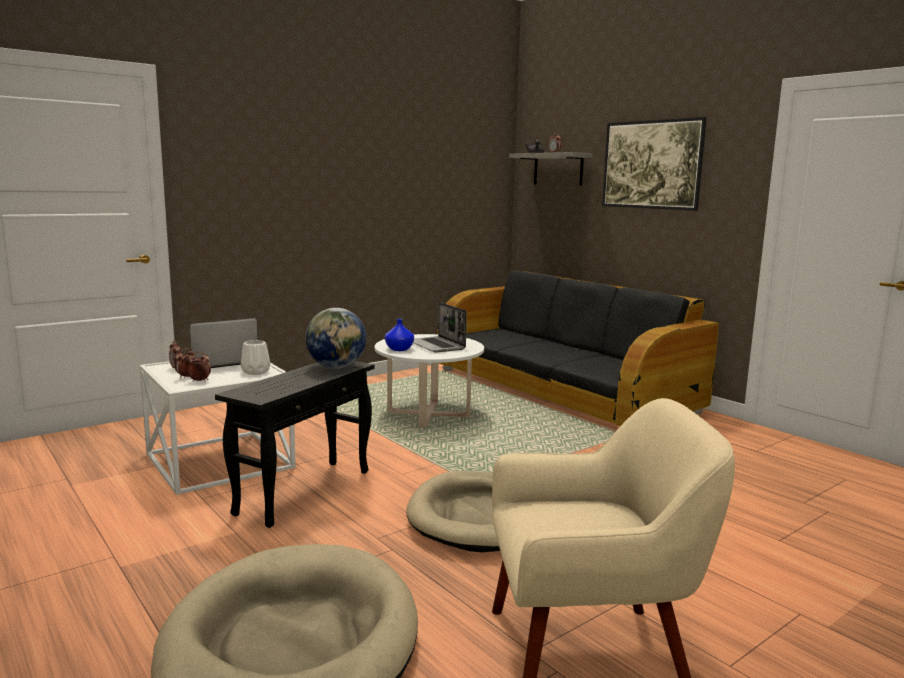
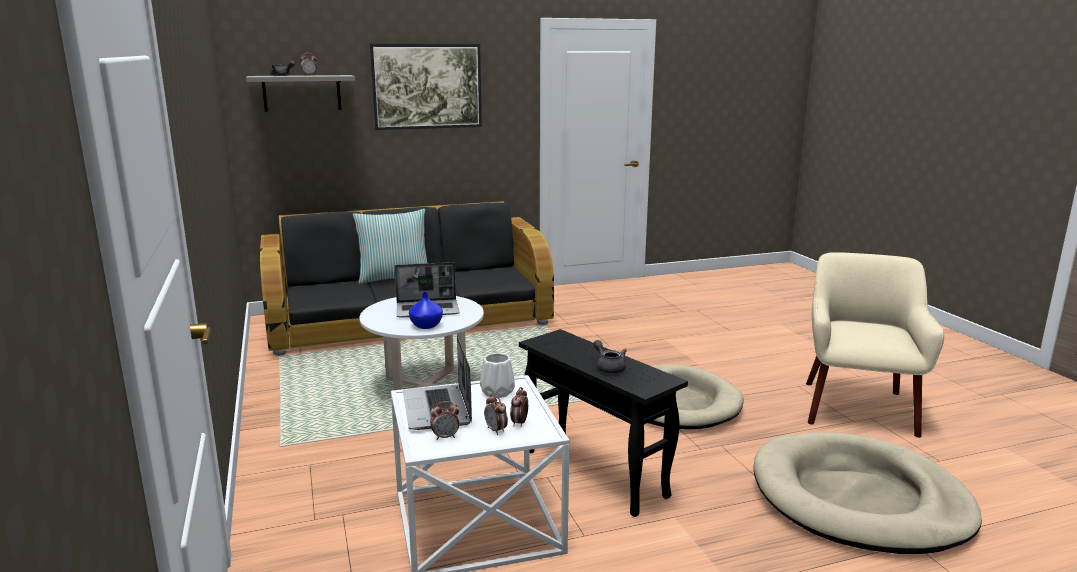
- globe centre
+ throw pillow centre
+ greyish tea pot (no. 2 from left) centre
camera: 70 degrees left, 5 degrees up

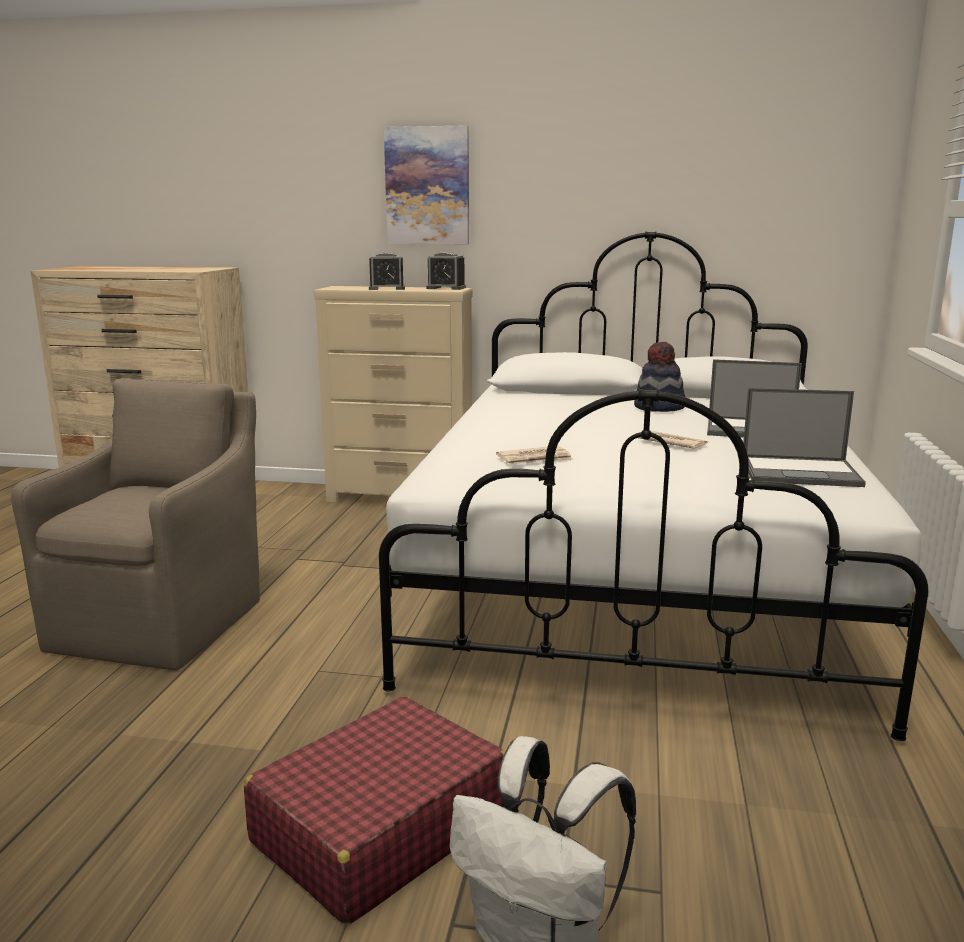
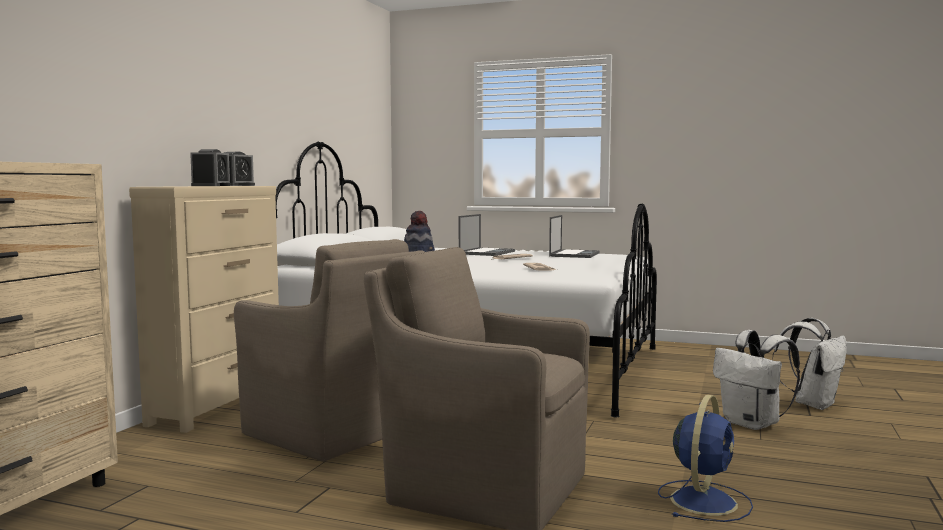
- wall picture top centre
+ brown armchair (no. 1 from left) centre
+ blue cooling fan bottom right
~ red suitcase bottom centre to white backpack (no. 1 from left) bottom right
camera: 80 degrees left, 10 degrees down

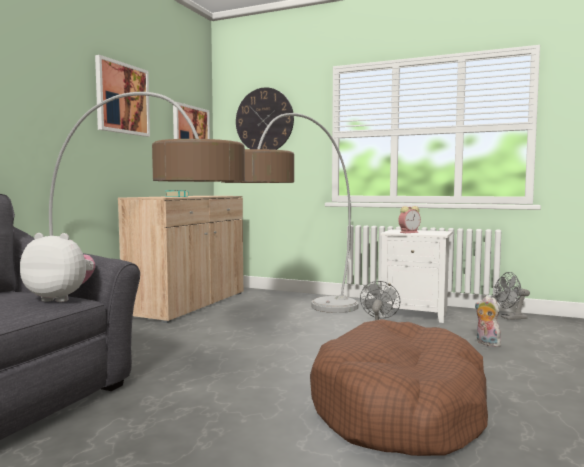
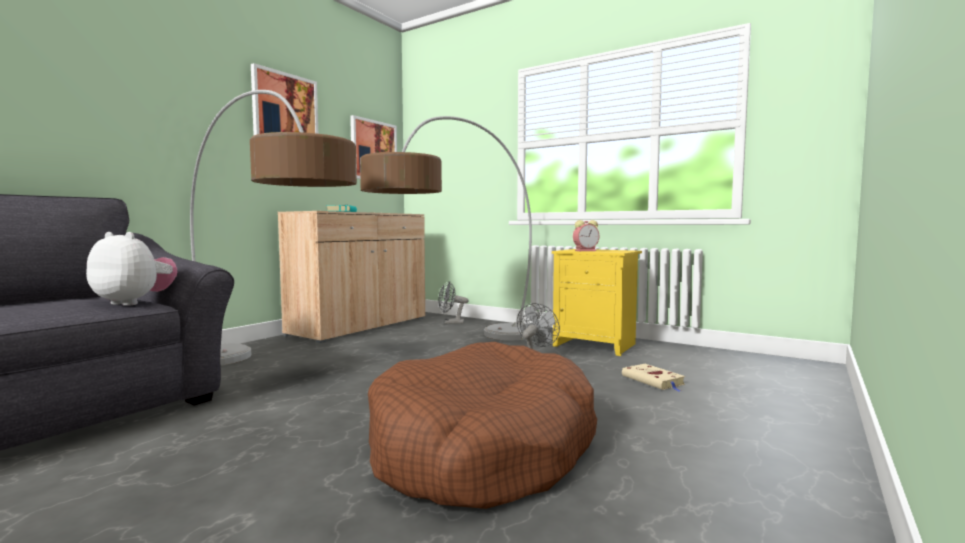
- wall clock top centre
~ greyish cooling fan (no. 2 from left in the first image) middle right to greyish cooling fan (no. 1 from left) centre
~ cuddly toy (no. 2 from left) bottom right to beige volume bottom right
~ white nightstand middle right to yellow-coloured nightstand centre
camera: 10 degrees right, 0 degrees up

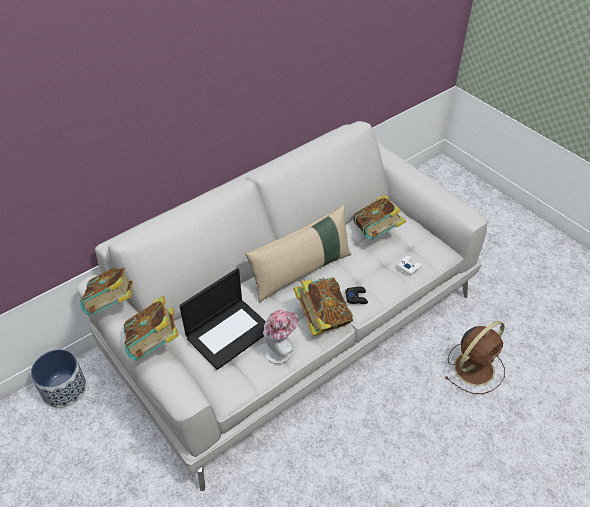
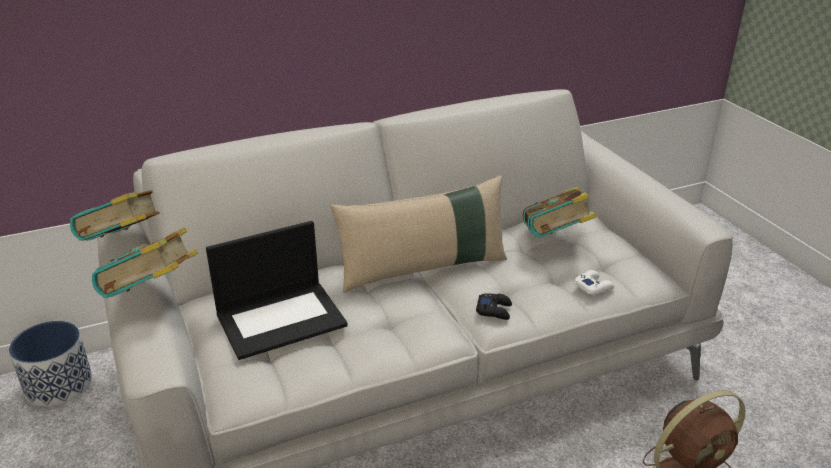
- clothing hat centre
- volume (no. 3 from left) centre
camera: 15 degrees right, 15 degrees down

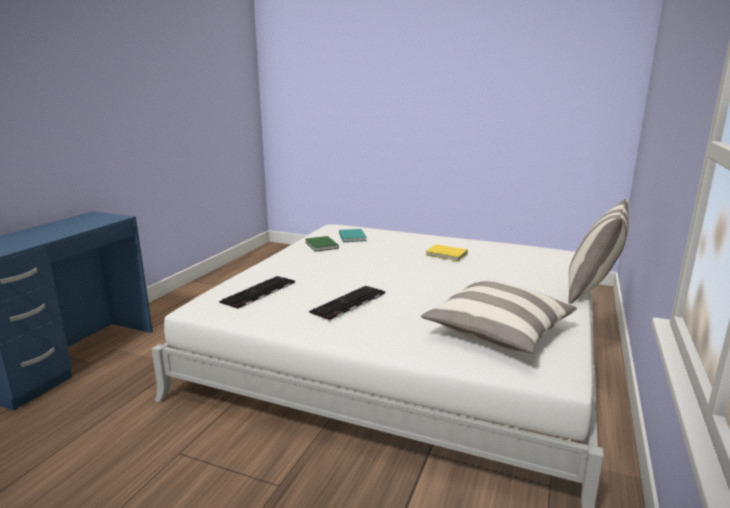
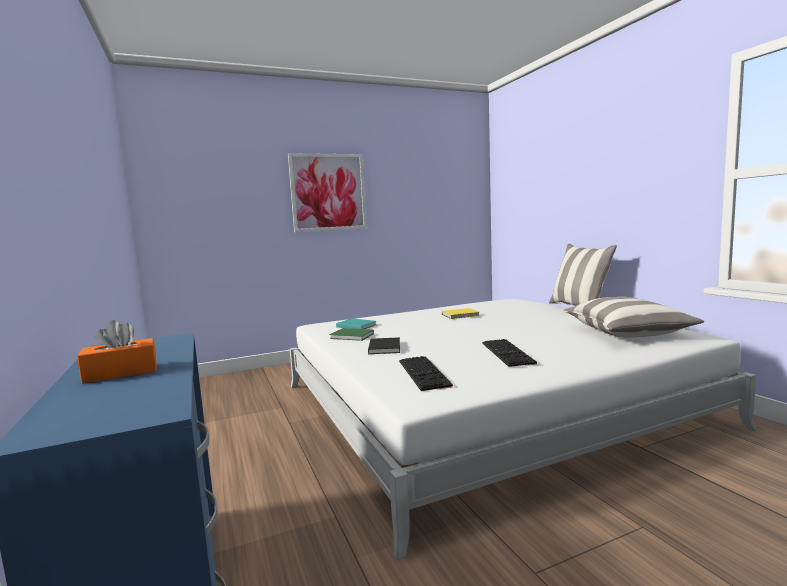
+ orange tissue box middle left
+ wall picture top centre
+ blackish volume centre
camera: 45 degrees left, 10 degrees down

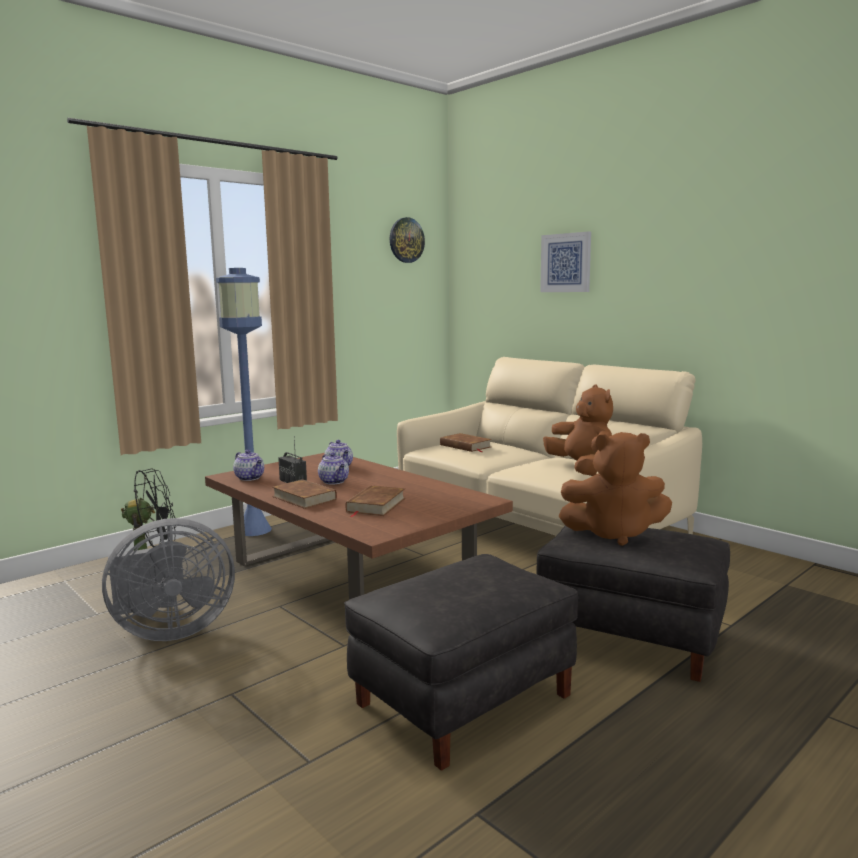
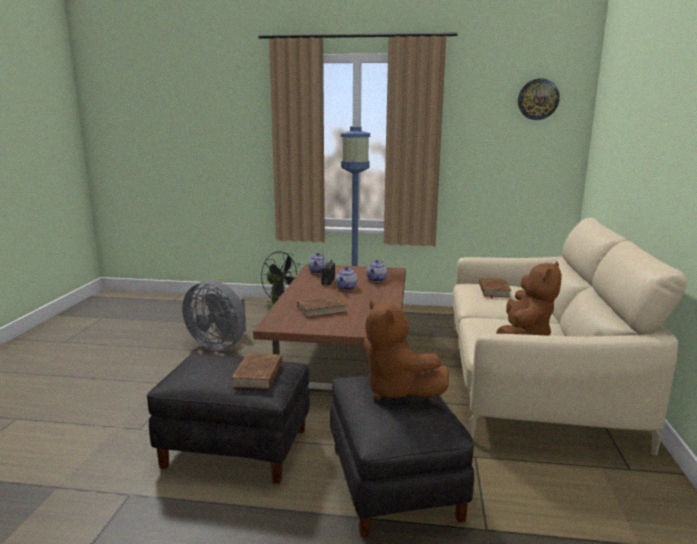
- wall picture top centre
~ brown volume (no. 1 from left) centre to bottom centre
camera: 50 degrees right, 5 degrees up

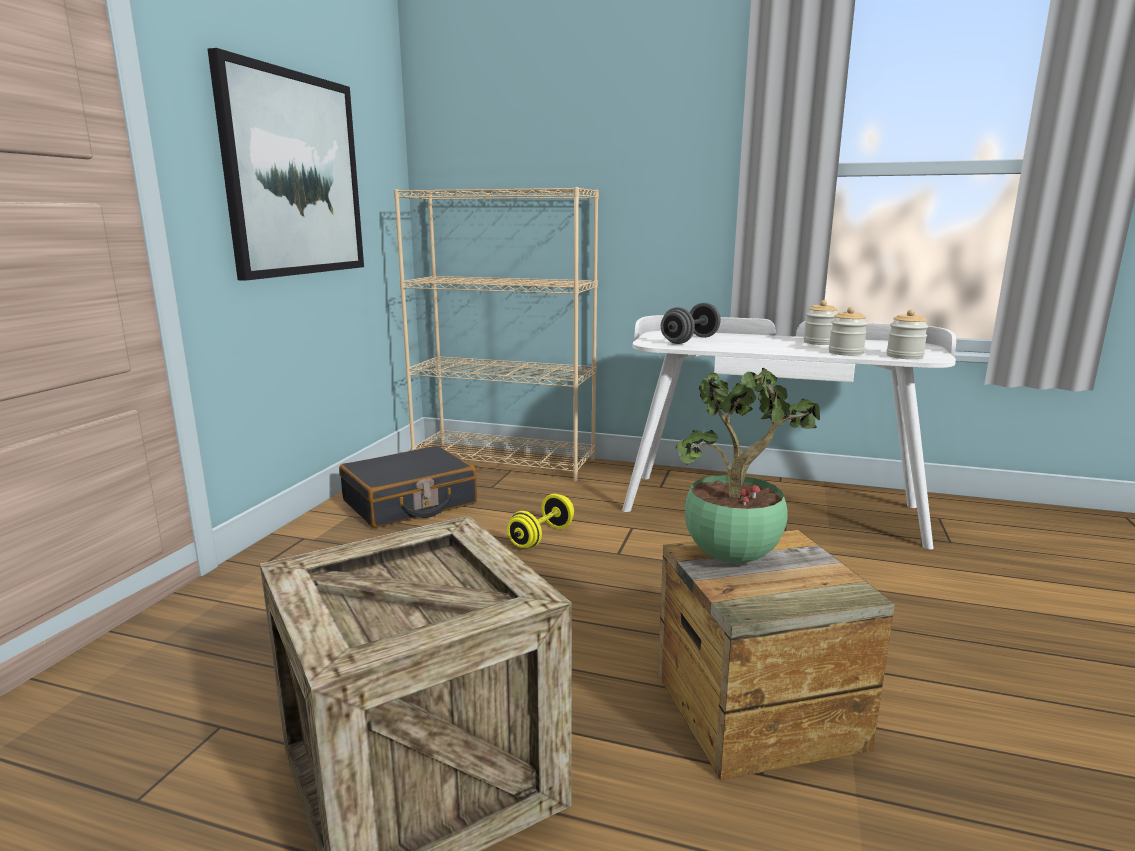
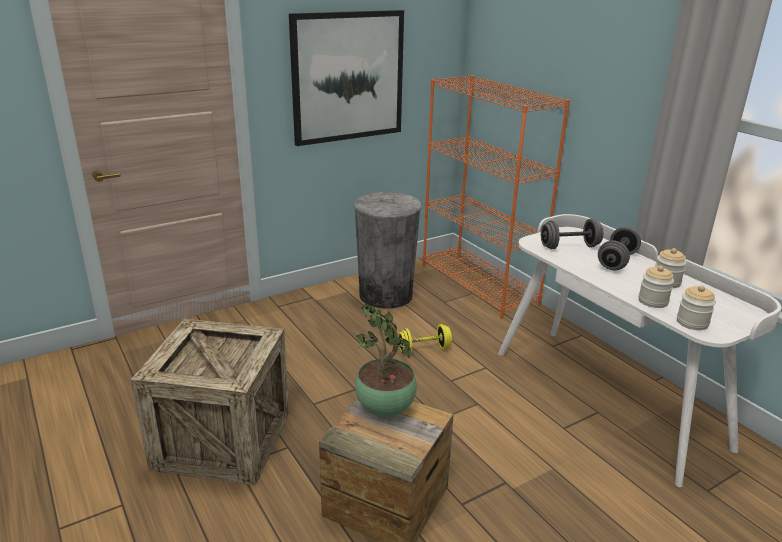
+ greyish hand weight (no. 2 from left) middle right
~ blackish suitcase centre to greyish rubbish bin centre
~ beige bookcase centre to orange bookcase centre
camera: 40 degrees right, 10 degrees up

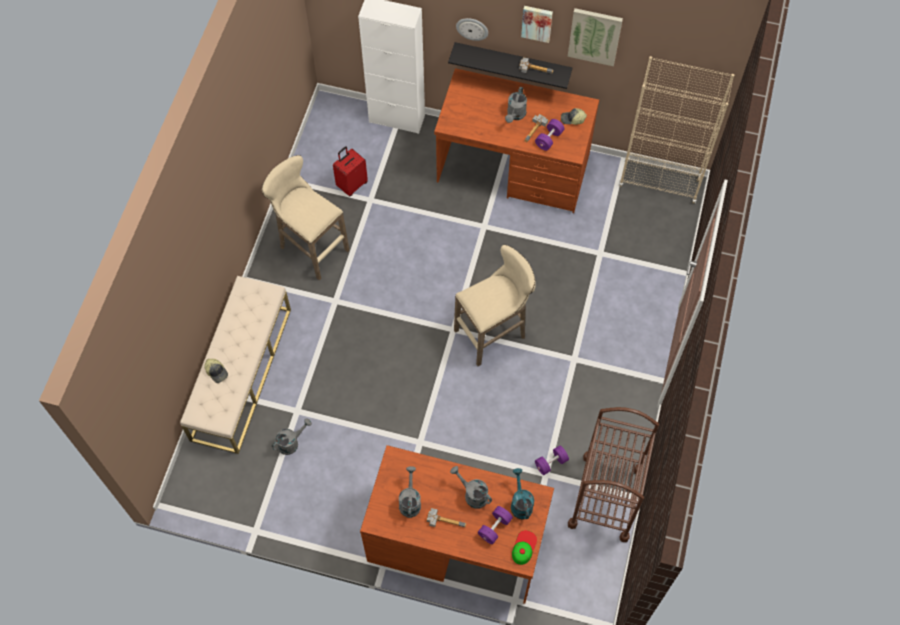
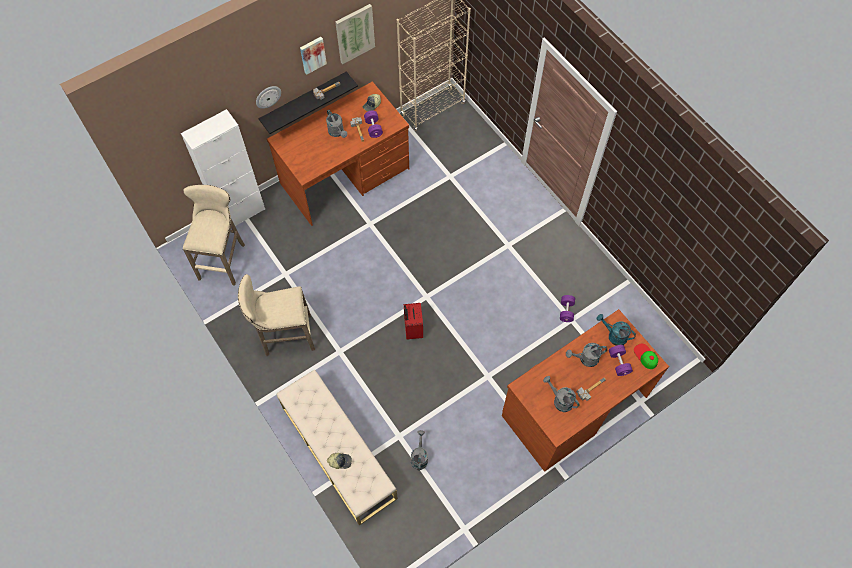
- brown trolley bottom right
~ red suitcase top centre to centre
~ beige sitting stool (no. 2 from left in the first image) centre to beige sitting stool (no. 1 from left) middle left
camera: 50 degrees left, 0 degrees up

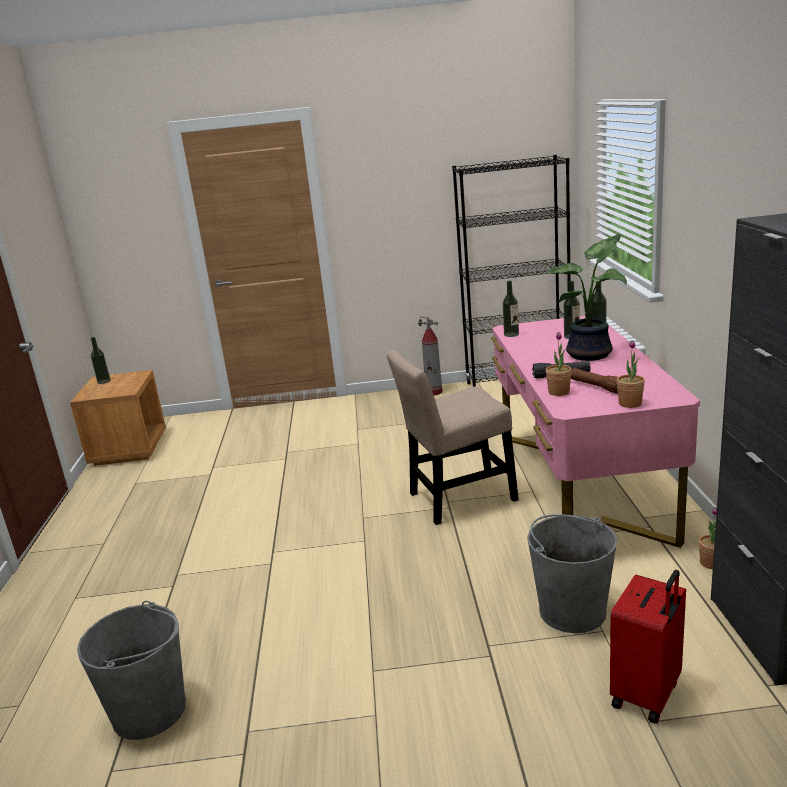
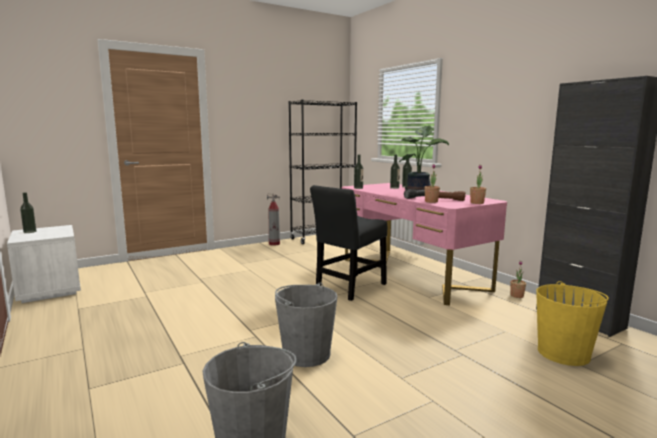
~ greyish water bucket (no. 2 from left) bottom right to bottom centre
~ red suitcase bottom right to yellow-coloured water bucket bottom right
~ brown nightstand middle left to white nightstand middle left
~ beige plain chair centre to blackish plain chair centre
camera: 30 degrees left, 10 degrees down

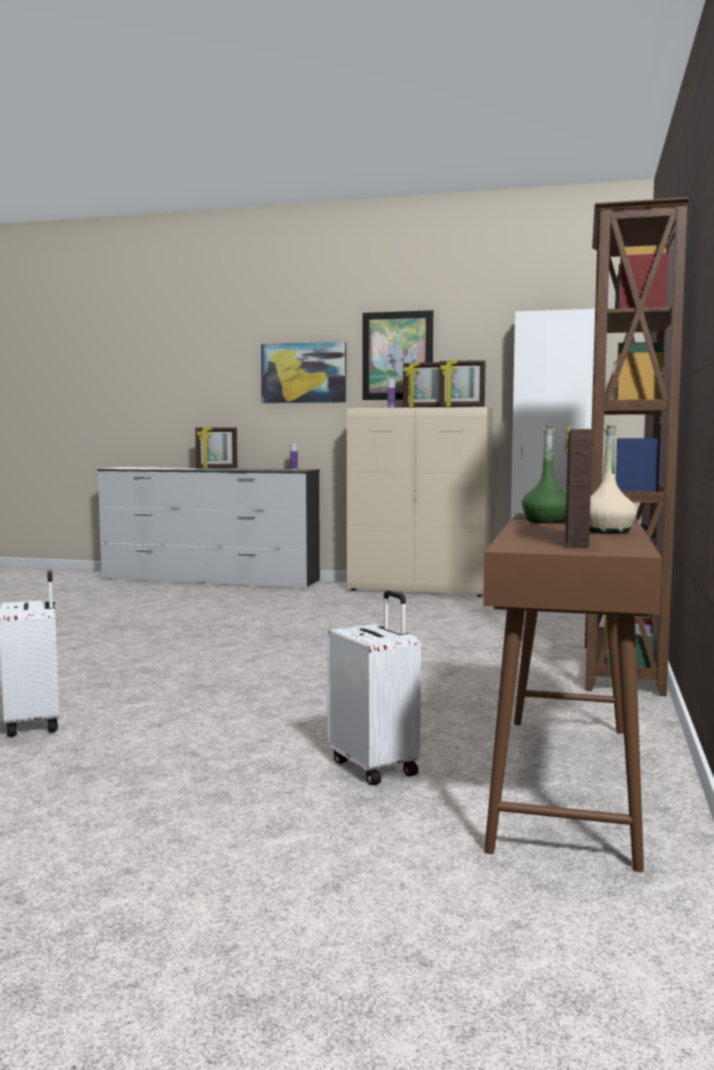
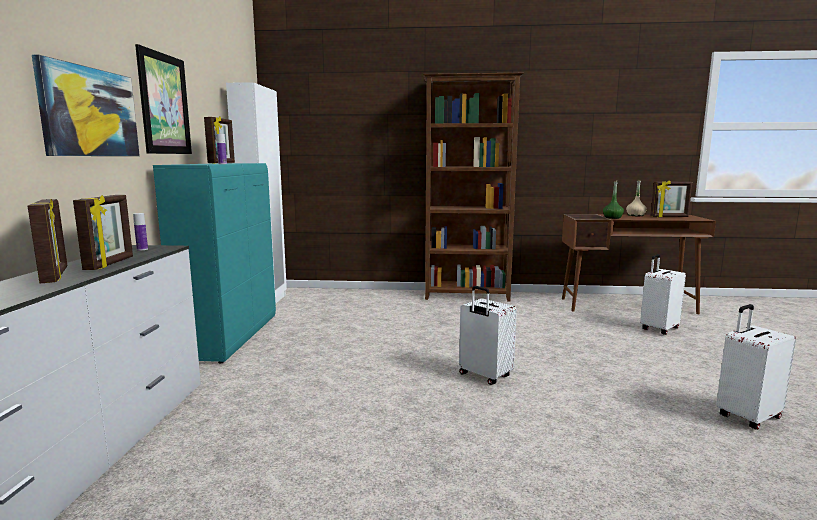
+ white suitcase (no. 1 from left) centre
~ photo frame (no. 3 from left in the first image) centre to photo frame (no. 2 from left) middle left
~ beige storage cabinet centre to blue-green storage cabinet middle left
camera: 100 degrees left, 5 degrees up

